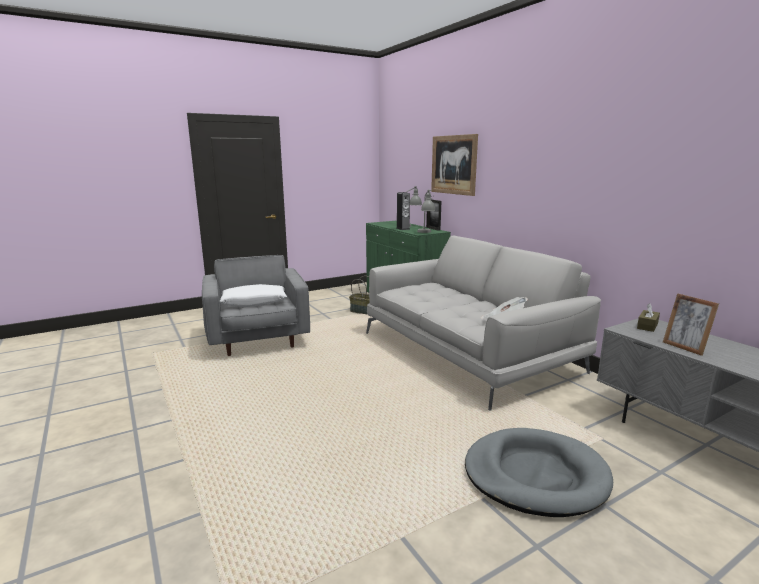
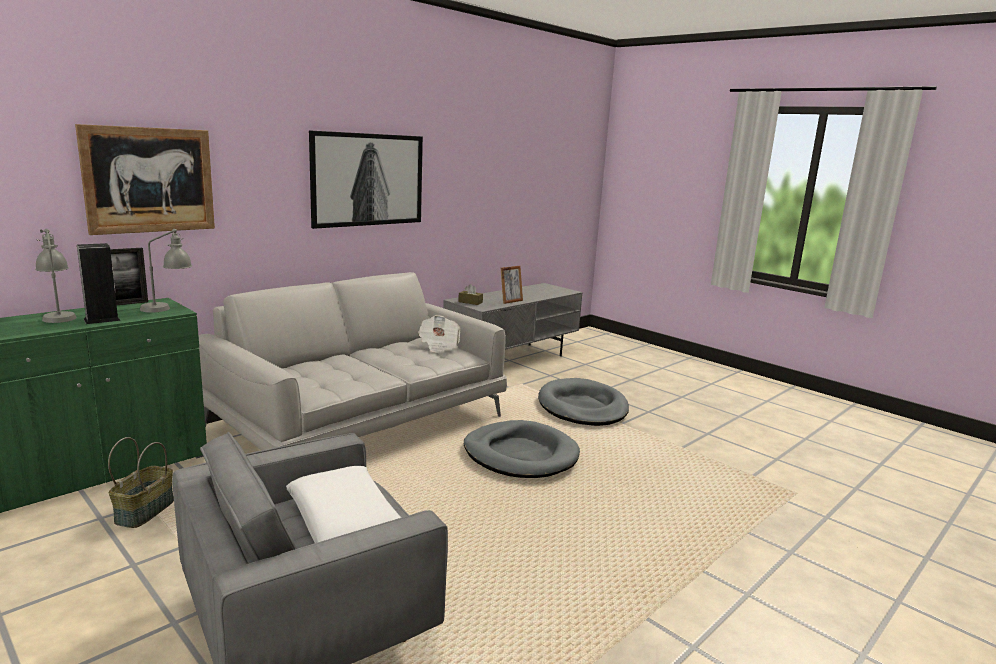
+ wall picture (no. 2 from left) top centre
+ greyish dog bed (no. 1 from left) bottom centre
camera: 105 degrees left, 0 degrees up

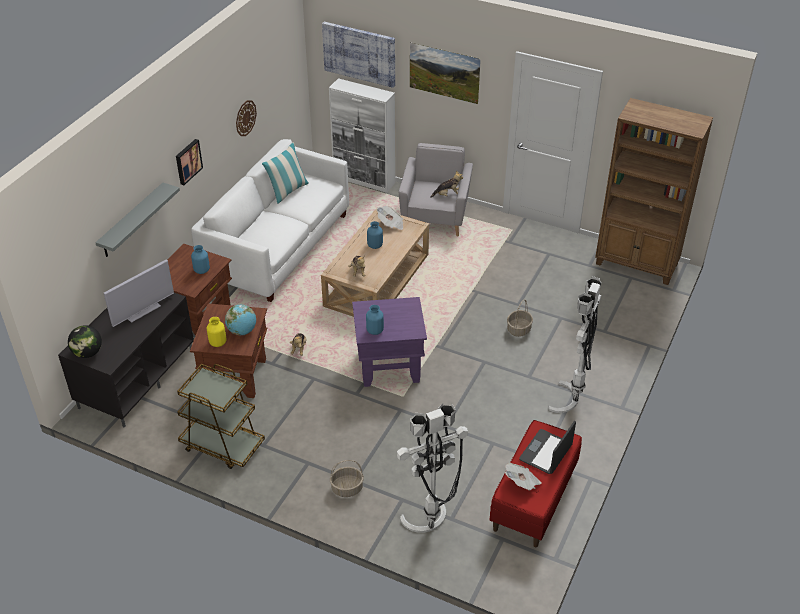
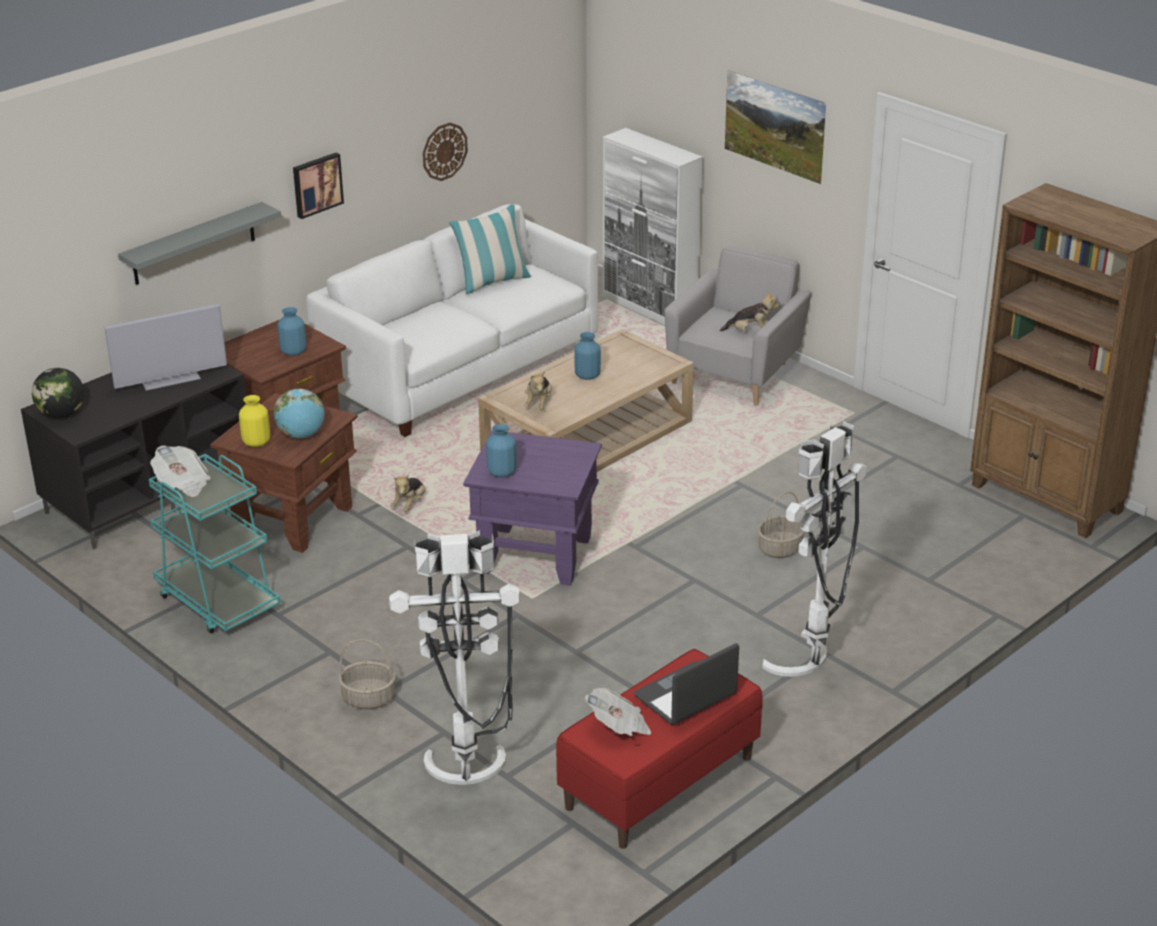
- wall picture (no. 2 from left) top centre
~ printed paper (no. 1 from left) centre to middle left
~ brown trolley bottom left to blue-green trolley middle left
camera: 20 degrees right, 10 degrees down

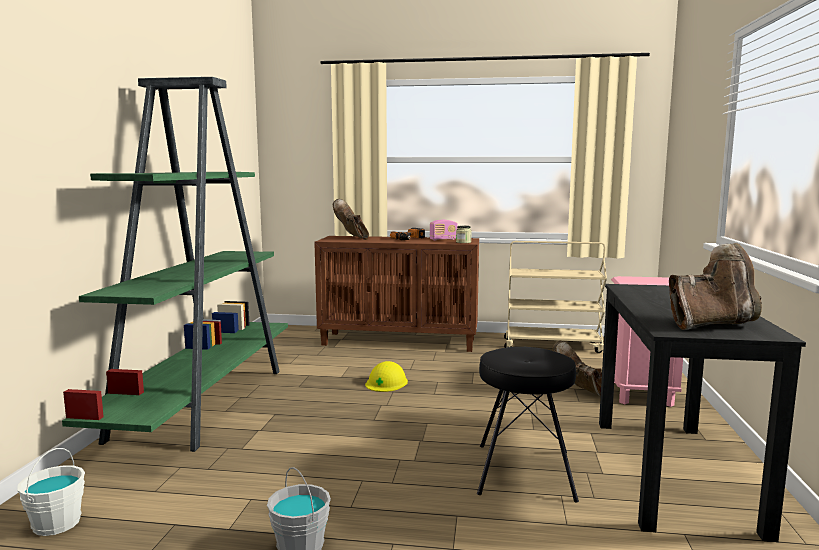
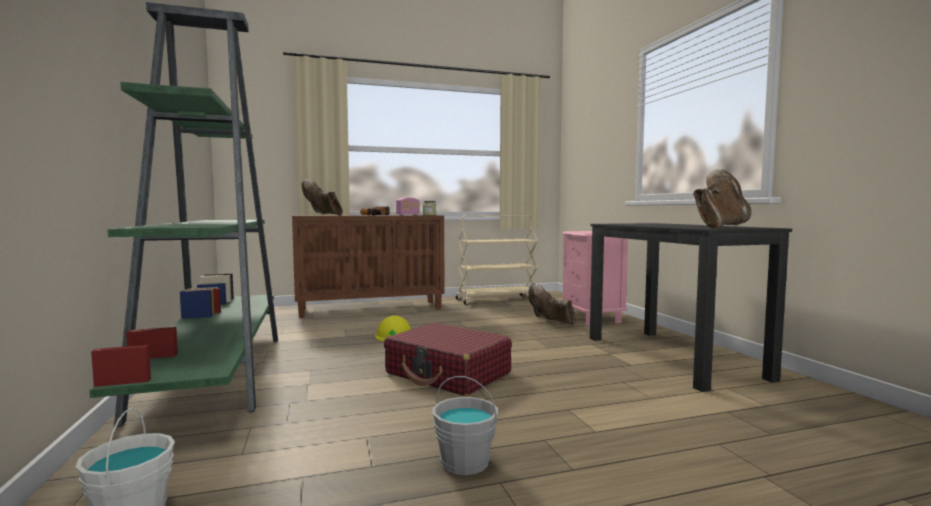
- blackish sitting stool bottom centre
+ red suitcase bottom centre
camera: 25 degrees left, 5 degrees down

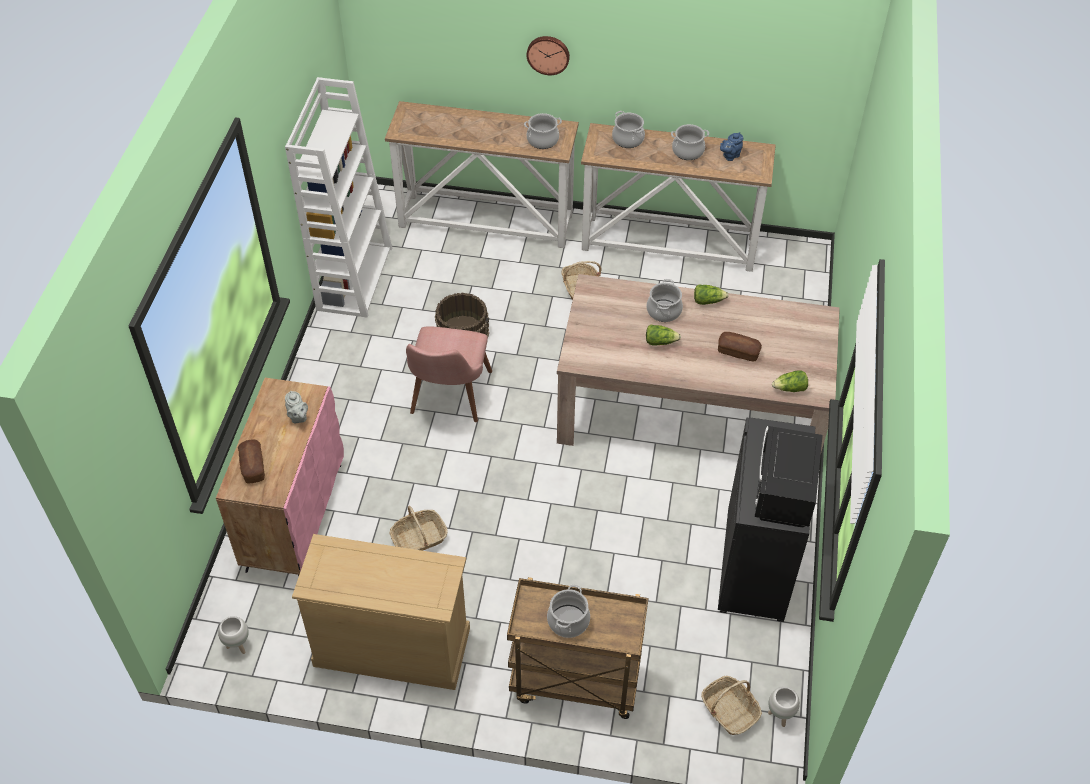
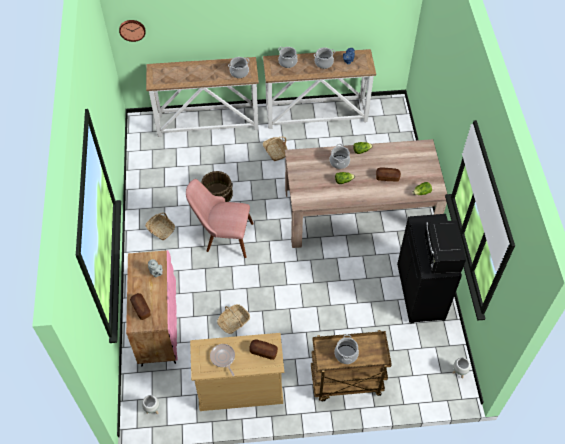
- white bookcase top left
+ pan bottom centre
+ baked bread (no. 2 from left) bottom centre
~ wall clock top centre to top left
~ household basket (no. 3 from left in the first image) bottom right to household basket (no. 1 from left) middle left
~ pink-coloured plain chair centre = centre 105 degrees clockwise
camera: 15 degrees left, 5 degrees up

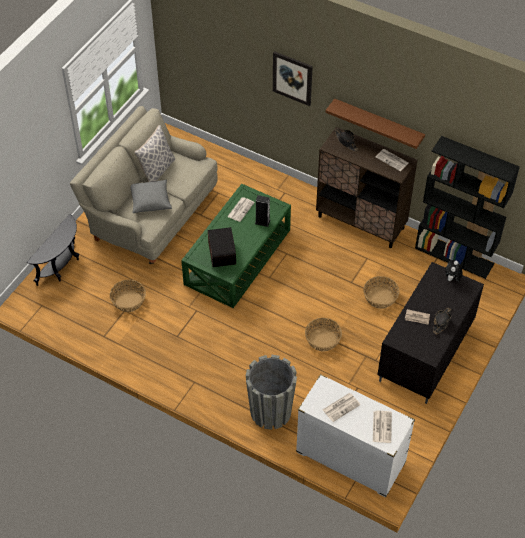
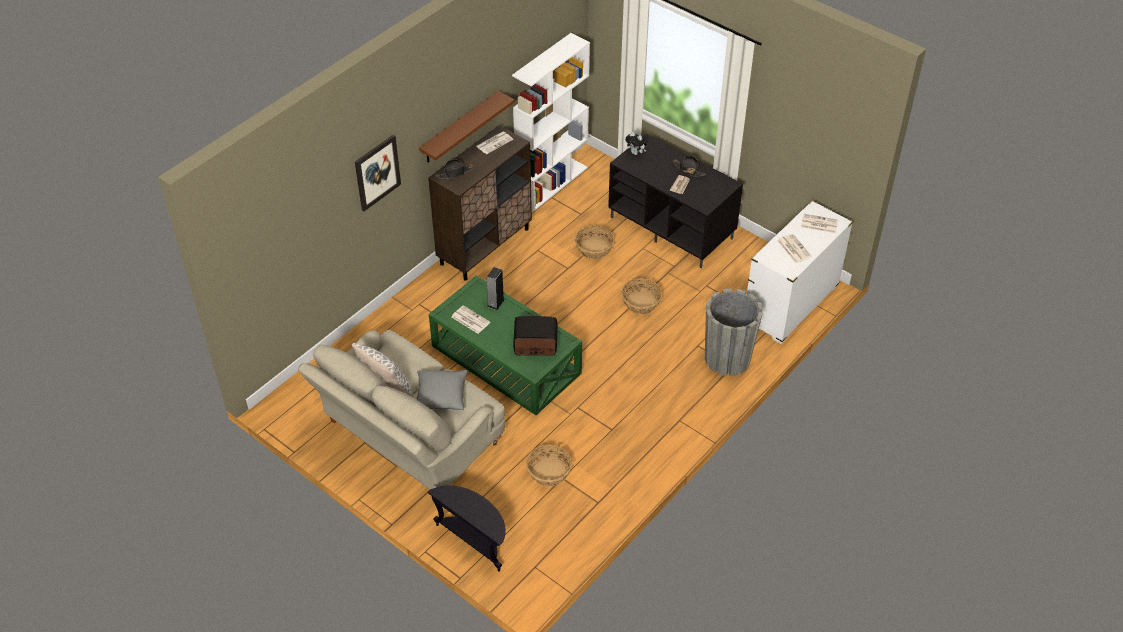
~ blackish bookcase middle right to white bookcase top centre
camera: 80 degrees left, 5 degrees down

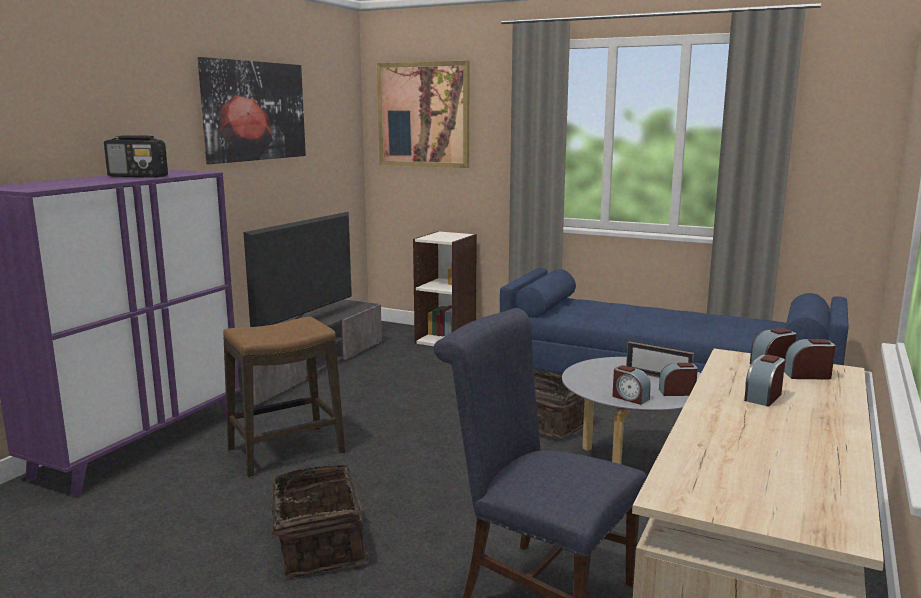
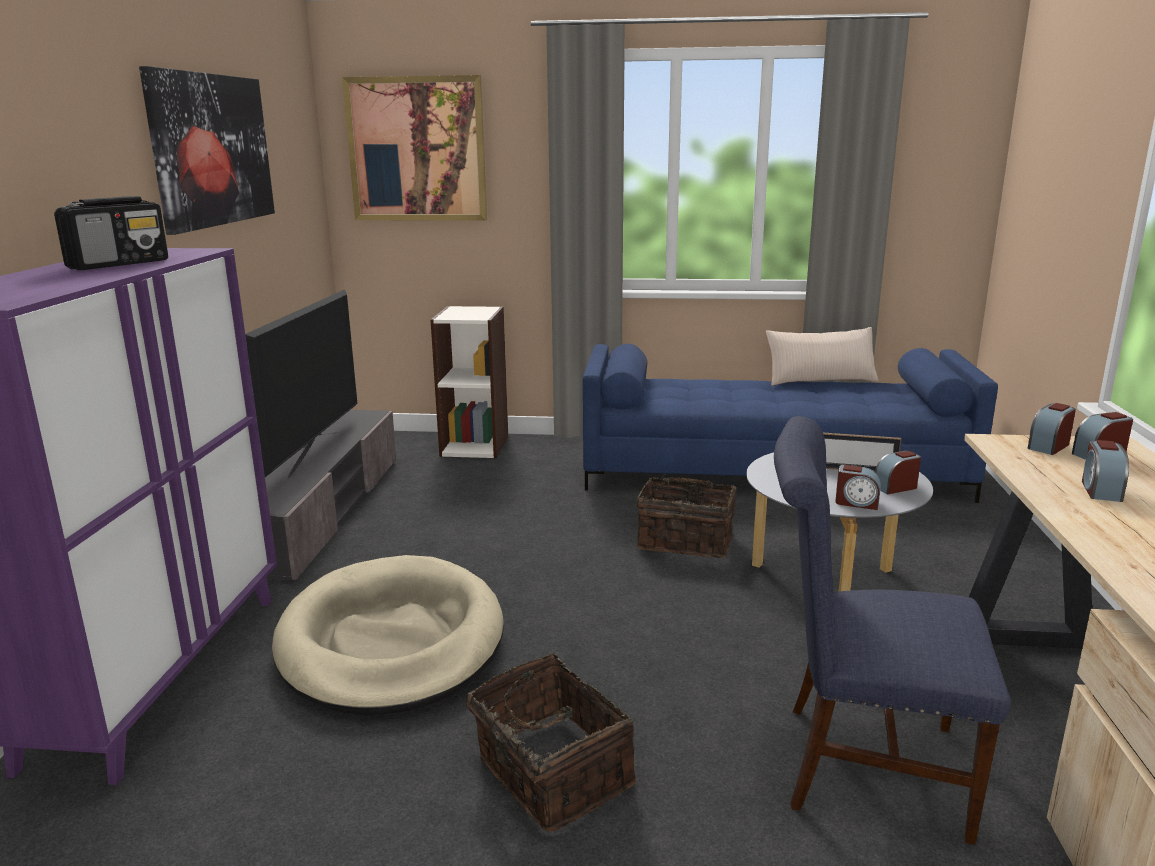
+ beige throw pillow middle right
~ sitting stool middle left to beige dog bed bottom centre
~ radio set top left = top left 45 degrees counterclockwise
camera: 20 degrees left, 5 degrees up

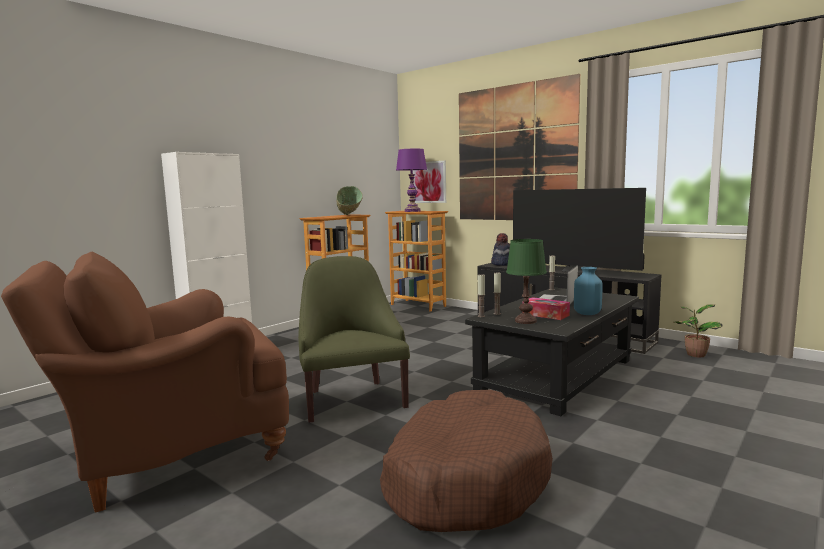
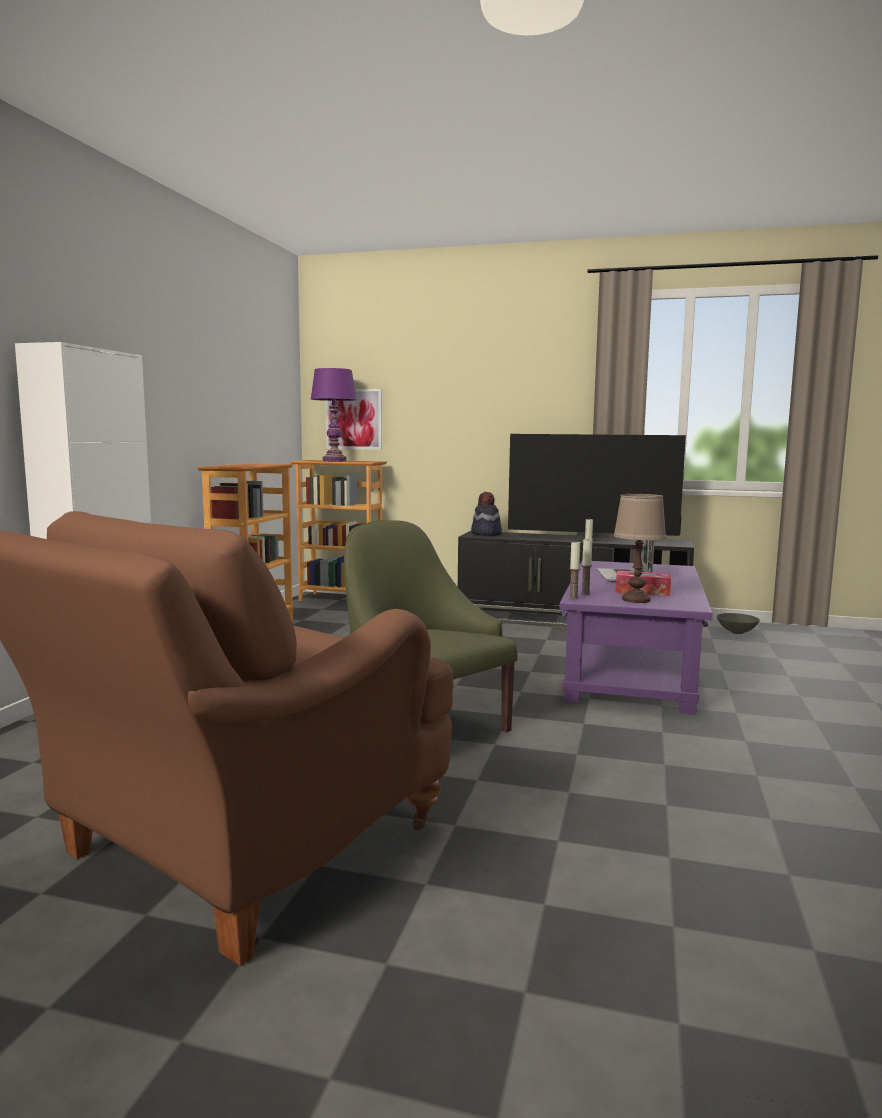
- green bowl centre
- brown dog bed bottom centre
- wall picture (no. 2 from left) top centre
- blue flower vase middle right
~ potted plant middle right to greyish bowl middle right
~ blackish low table middle right to purplish low table middle right
~ green table lamp centre to brown table lamp middle right
camera: 25 degrees left, 0 degrees up

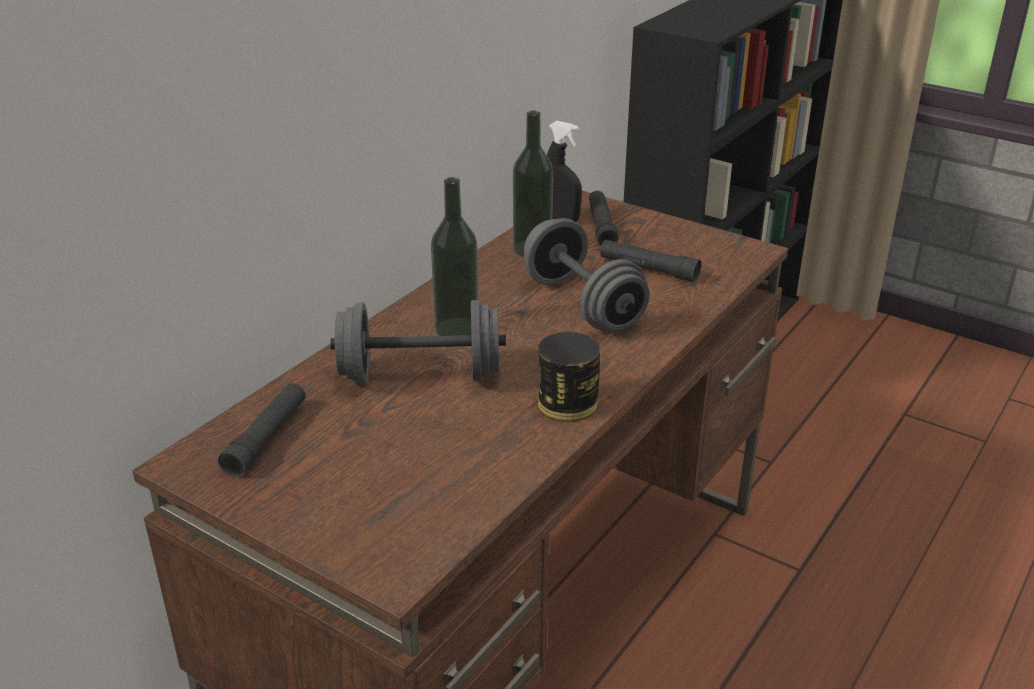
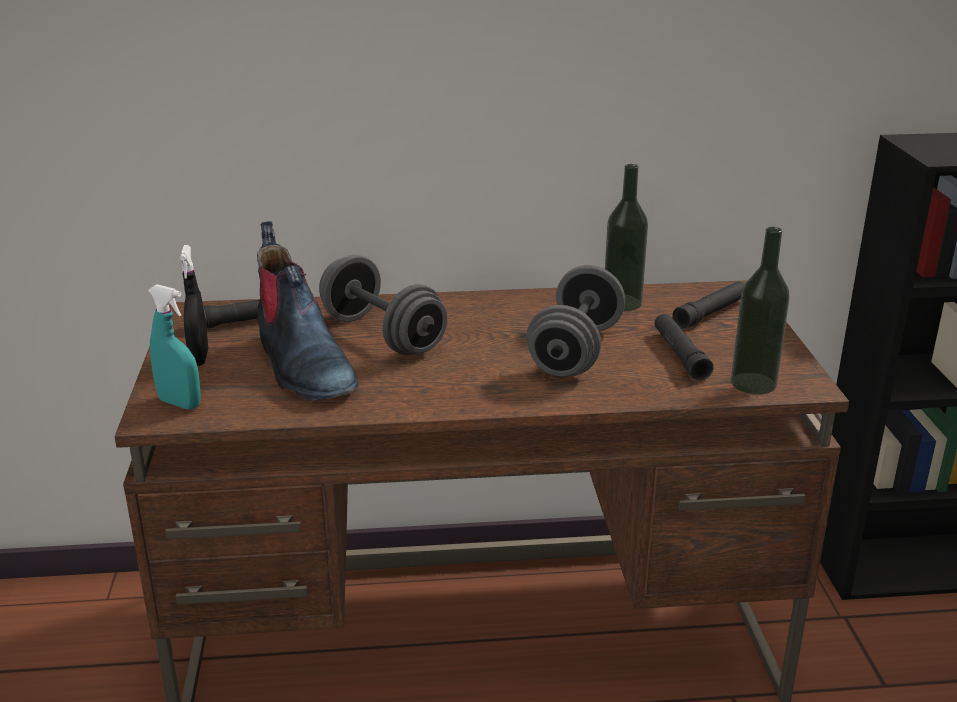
- can centre
+ blue-green sprayer middle left
+ tall boot middle left
~ beverage bottle (no. 1 from left in the first image) centre to beverage bottle (no. 2 from left) middle right
~ blackish sprayer top centre to middle left
camera: 50 degrees right, 5 degrees down

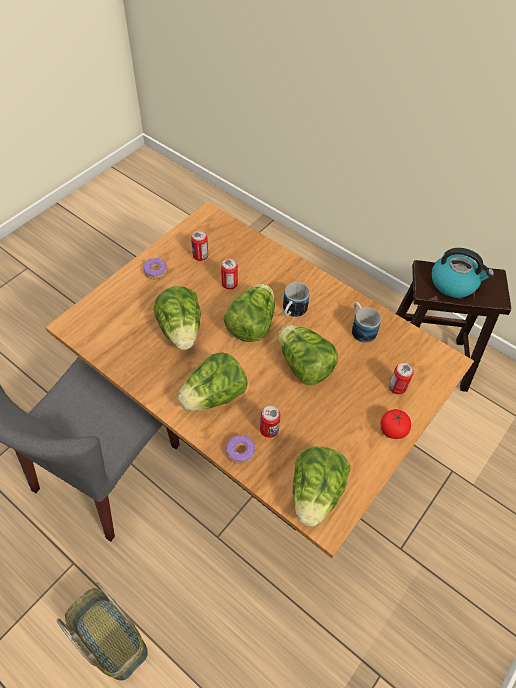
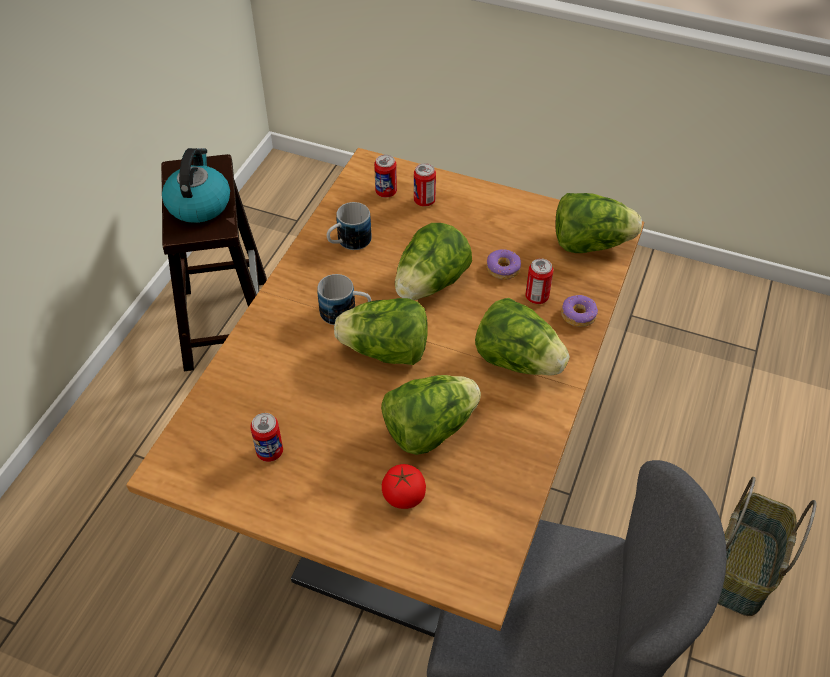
~ donut (no. 1 from left) middle left to centre
~ can (no. 2 from left) centre to top centre
~ whole tomato middle right to bottom centre
camera: 105 degrees left, 5 degrees down

